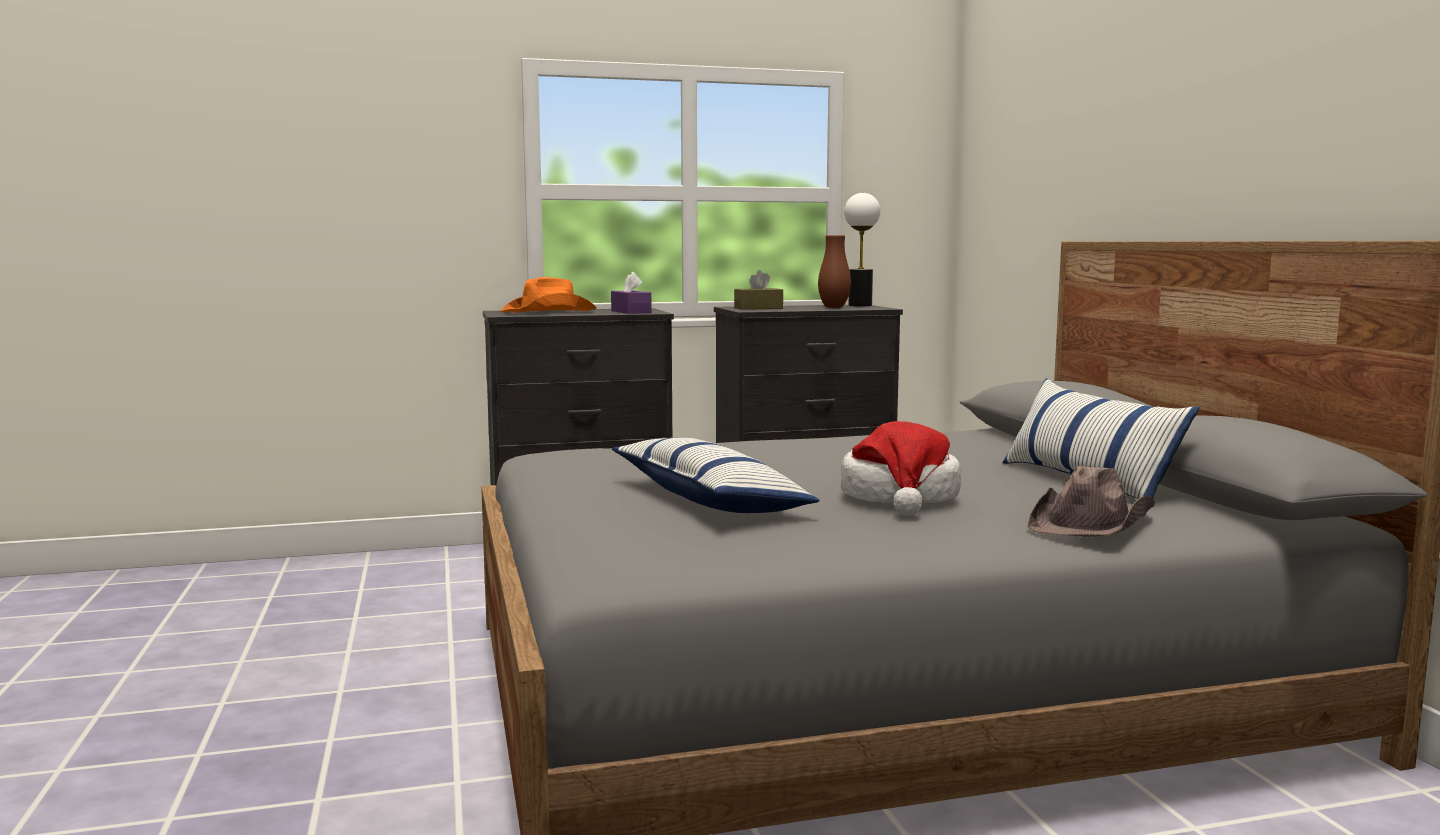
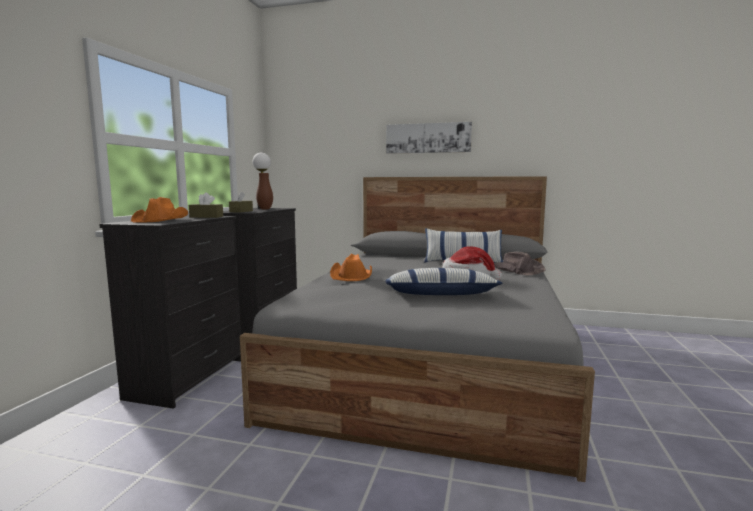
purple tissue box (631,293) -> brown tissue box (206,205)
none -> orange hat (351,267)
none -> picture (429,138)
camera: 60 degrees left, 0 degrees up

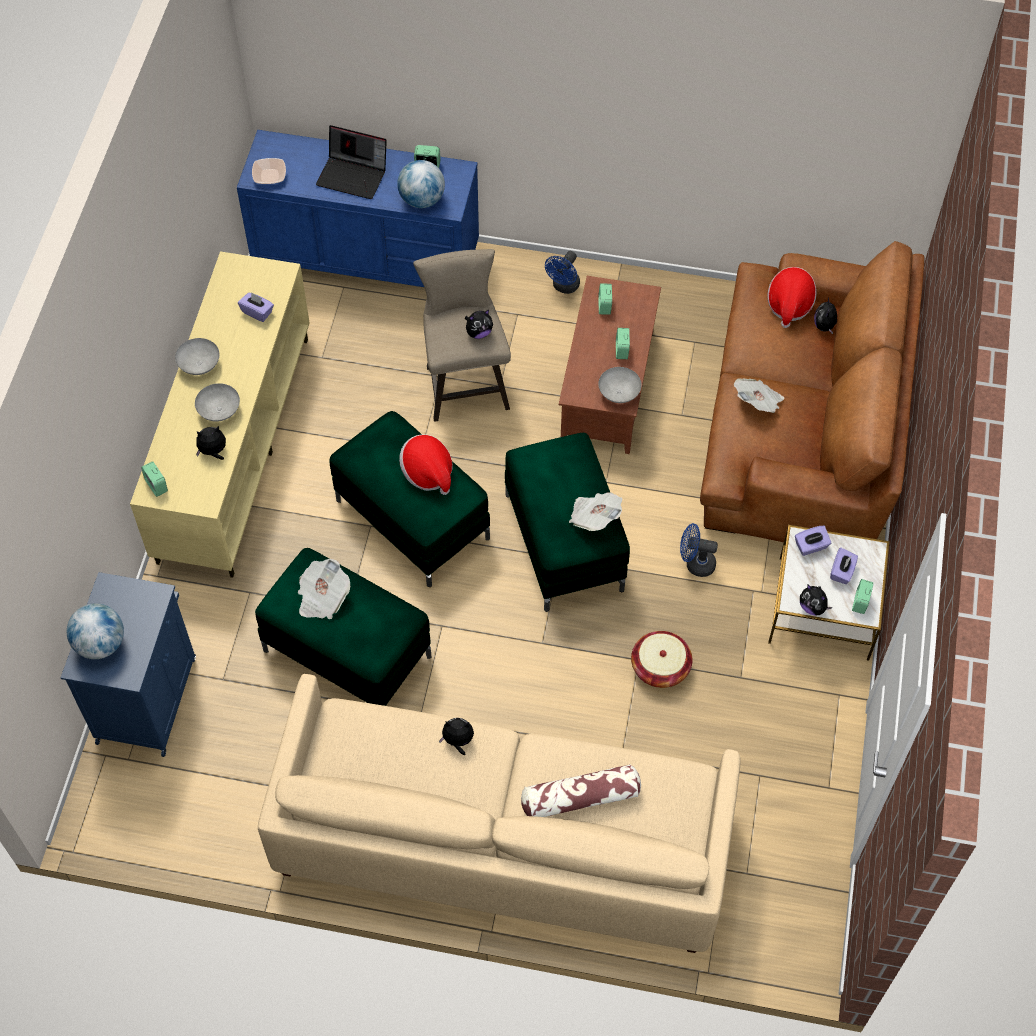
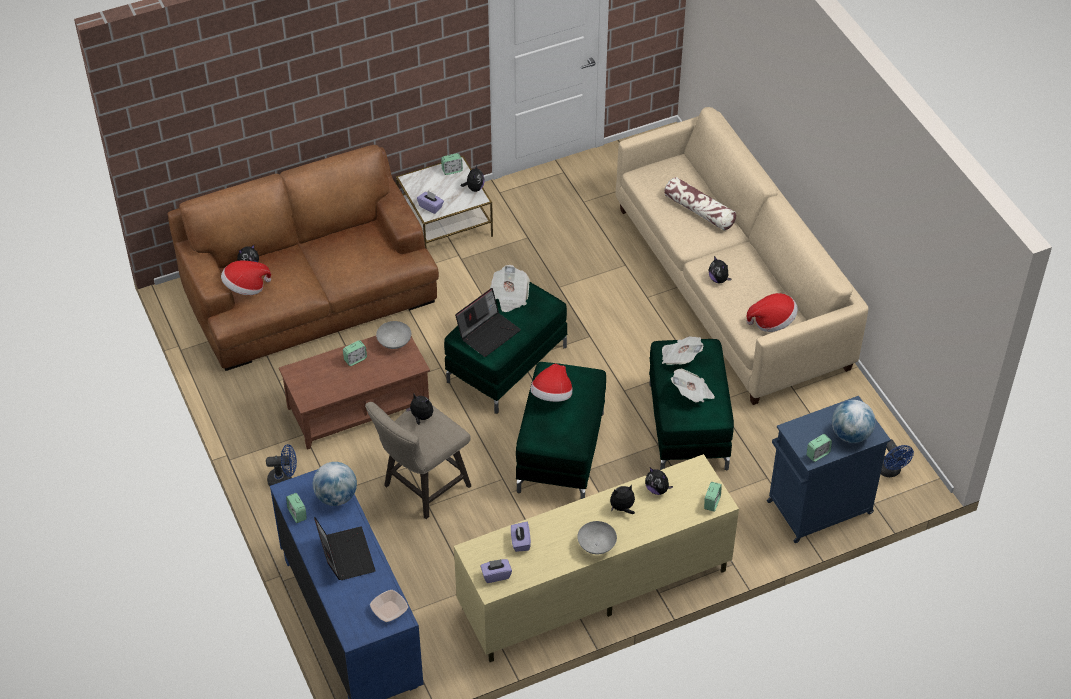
grey bowl (217,402) -> plush toy (622,499)
alarm clock (605,299) -> alarm clock (819,448), moved
basket (661,659) -> none
blue fan (699,550) -> blue fan (897,458), moved
newspaper (759,395) -> newspaper (682,350), moved
purple tissue box (844,566) -> purple tissue box (496,571), moved
none -> laptop (488,322)
none -> hat (772,312)
camera: 125 degrees left, 10 degrees down

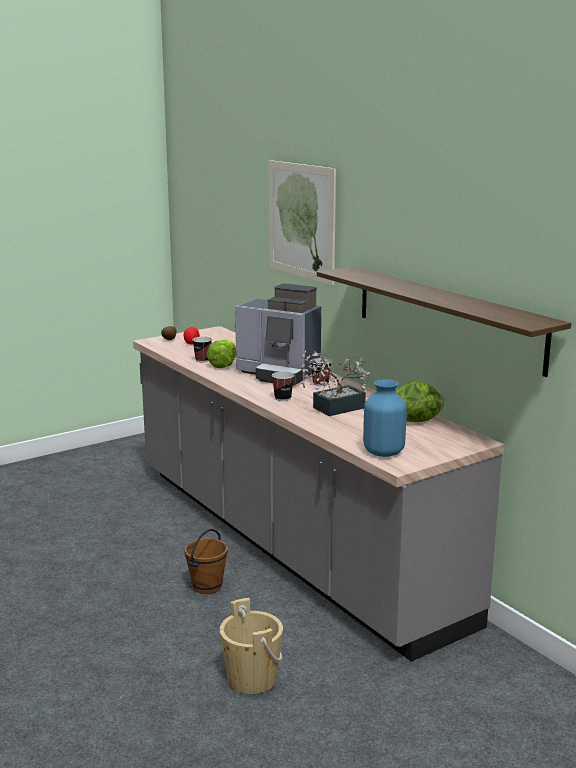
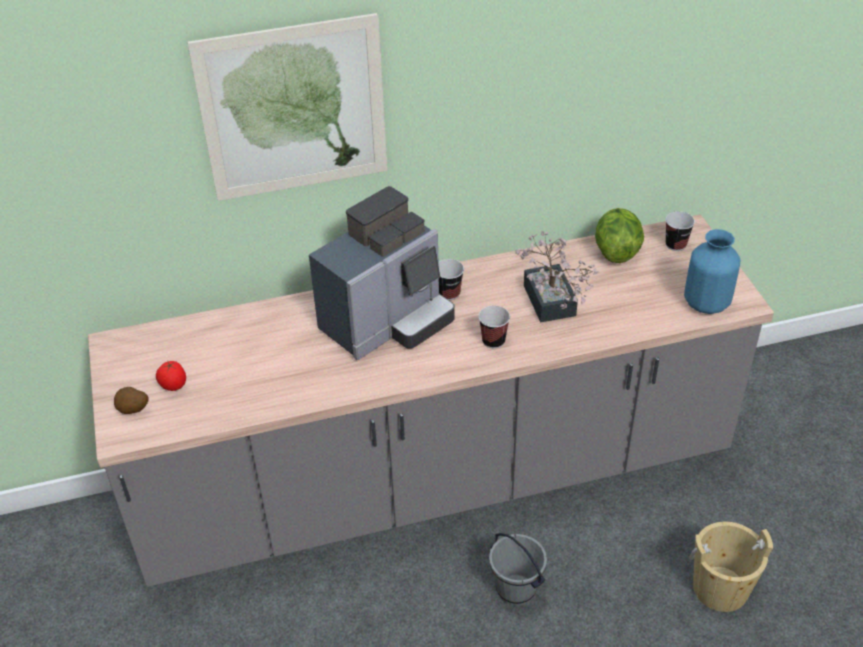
brown bucket (206,561) -> grey bucket (518,569)
cup (202,349) -> cup (680,231), moved
lettuce (221,354) -> none
shelf (444,322) -> none
camera: 70 degrees left, 25 degrees up

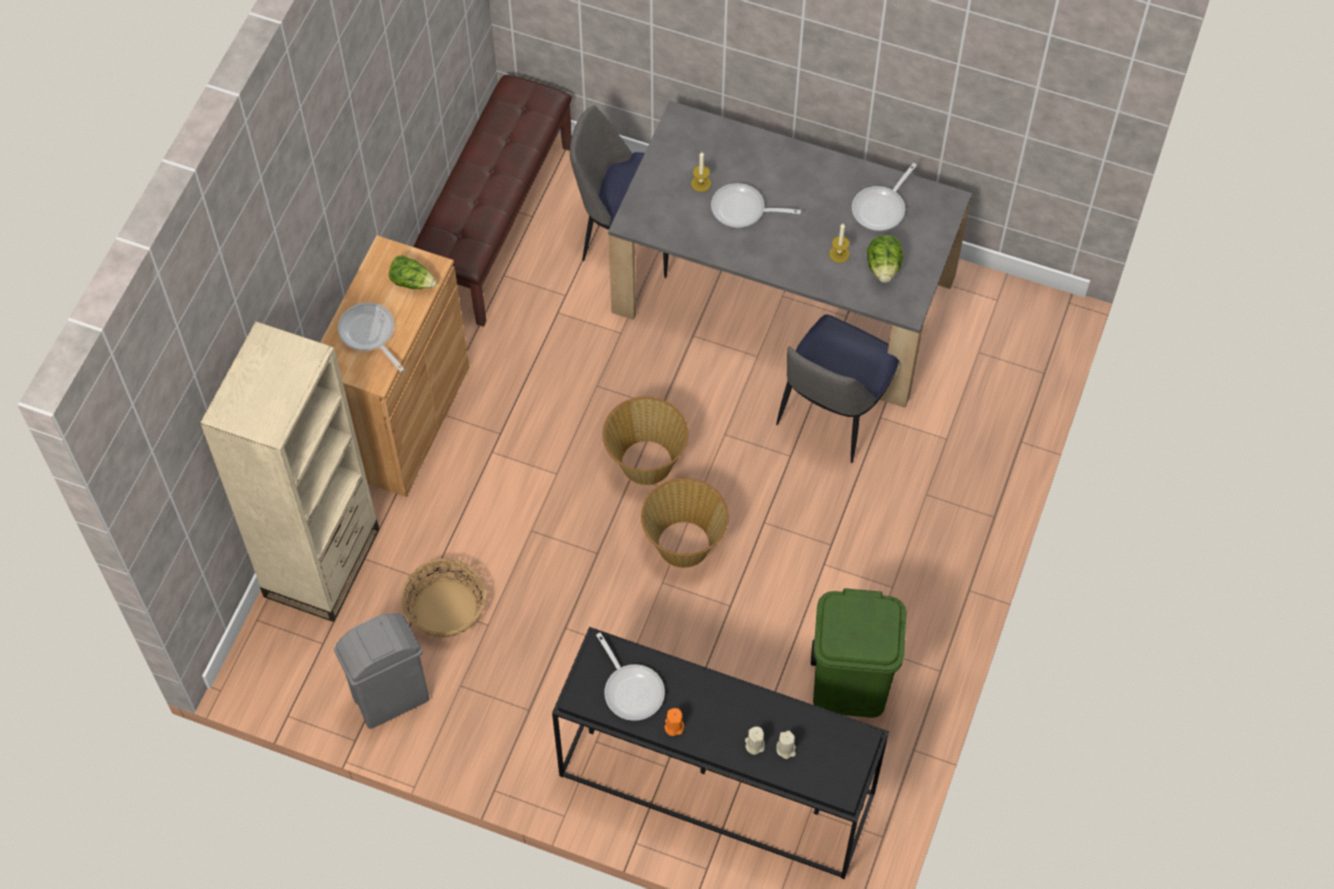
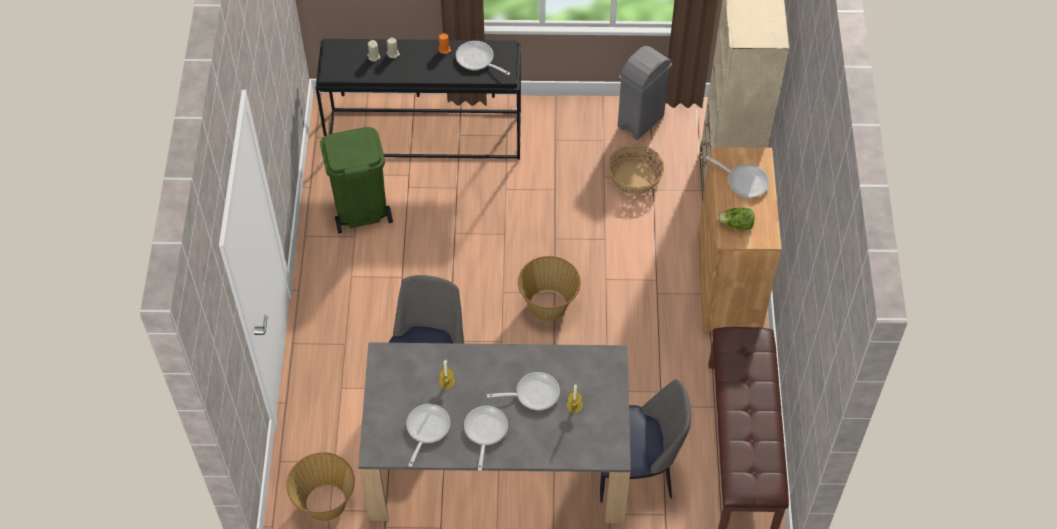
basket (685,523) -> basket (320,486), moved
lettuce (885,258) -> none
none -> frying pan (486,438)
camera: 160 degrees right, 5 degrees down

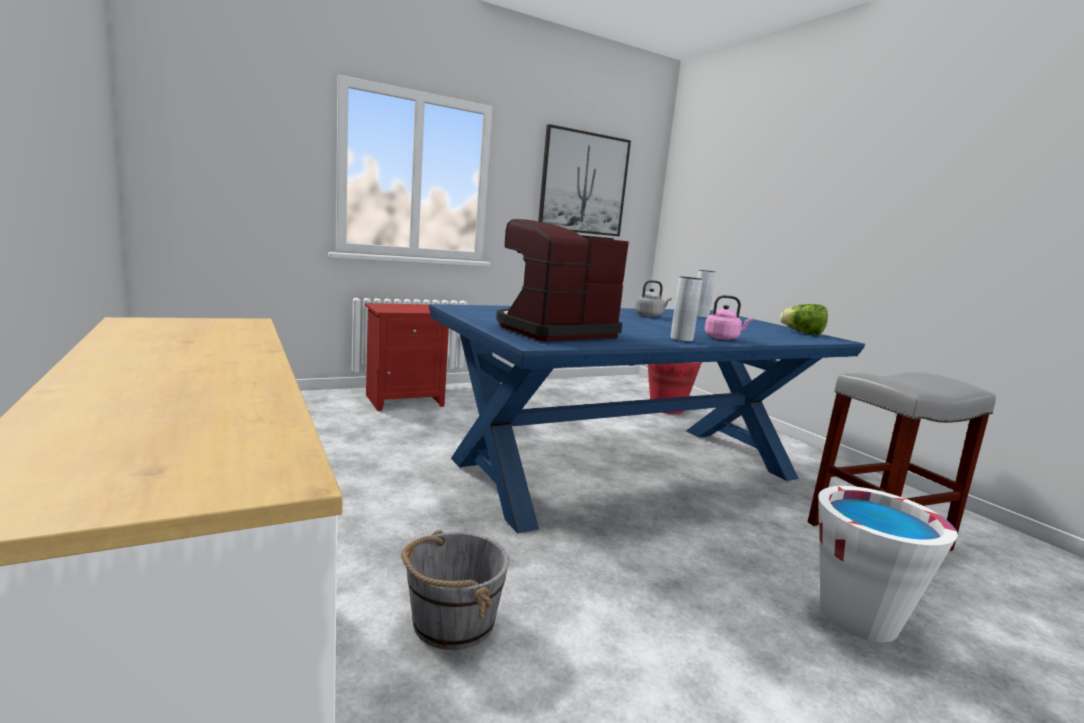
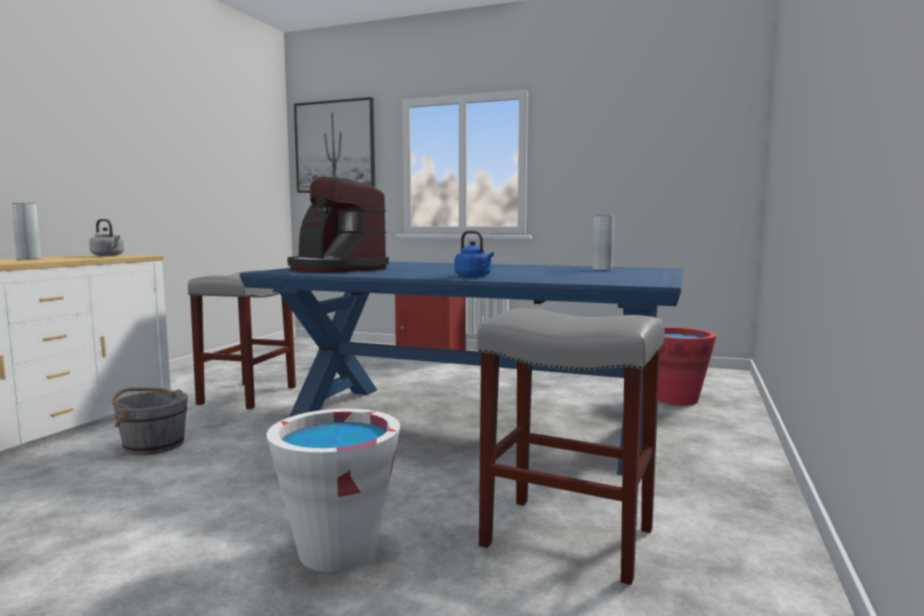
coffee machine (562,280) -> coffee machine (338,225), 150 degrees counterclockwise
picture (584,180) -> picture (334,145), moved
grey kettle (653,298) -> grey kettle (106,237), moved
grey vase (686,309) -> grey vase (26,231), moved
pink kettle (728,317) -> blue kettle (474,254)
lettuce (804,319) -> none
none -> grey stool (242,339)
camera: 50 degrees right, 5 degrees down

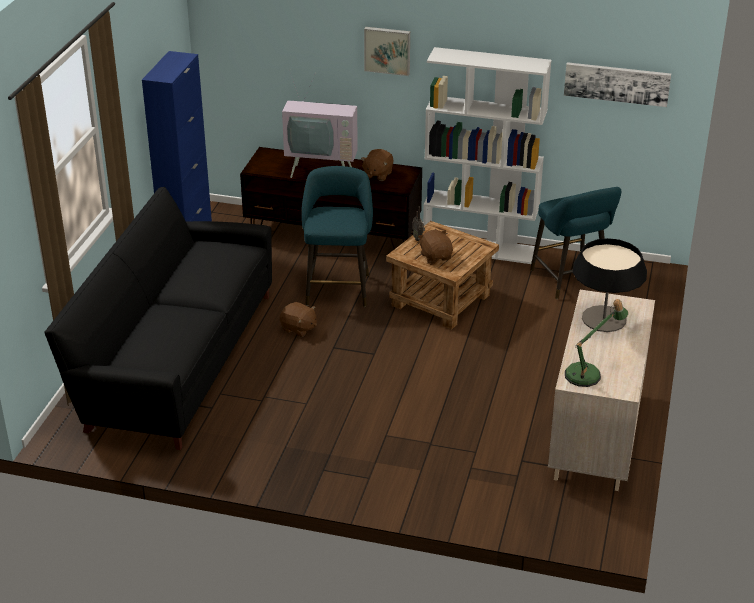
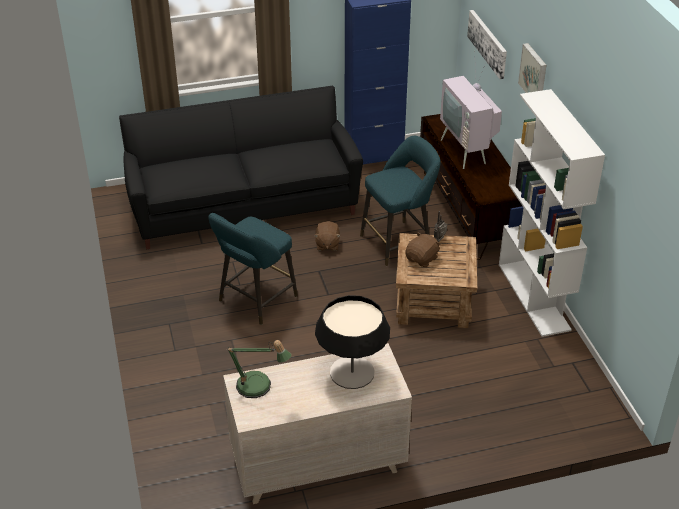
brown plush toy (377,165) -> none
turquoise stool (575,243) -> turquoise stool (253,269), moved
picture (617,84) -> picture (487,44), moved
camera: 60 degrees right, 5 degrees up

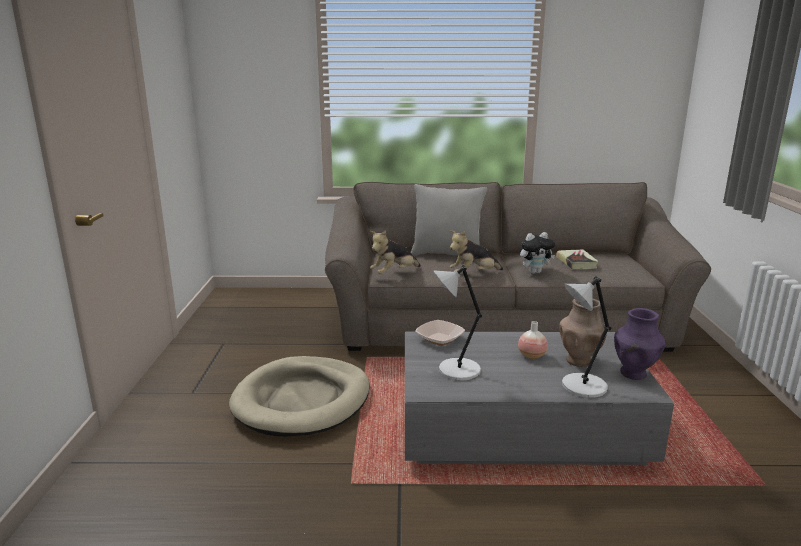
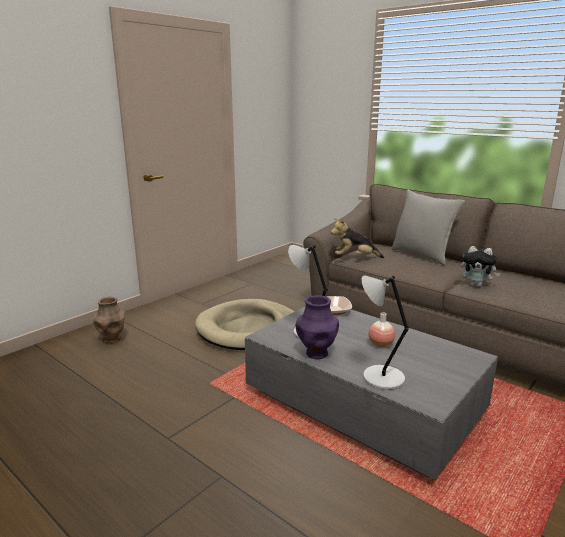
plush toy (476,251) -> none
book (577,259) -> none
brown vase (583,333) -> brown vase (109,320), moved
purple vase (640,344) -> purple vase (317,327), moved
camera: 40 degrees right, 0 degrees up

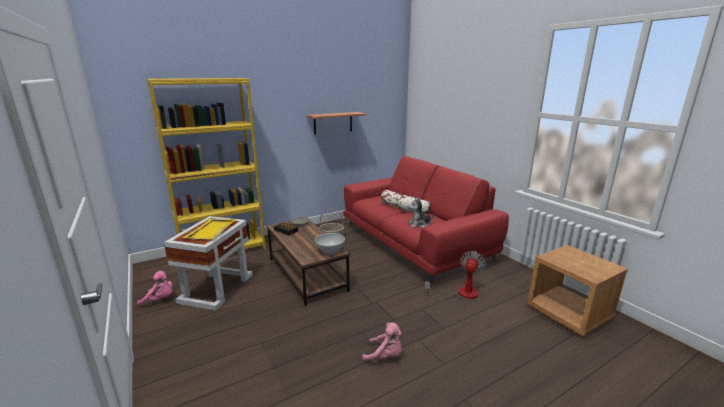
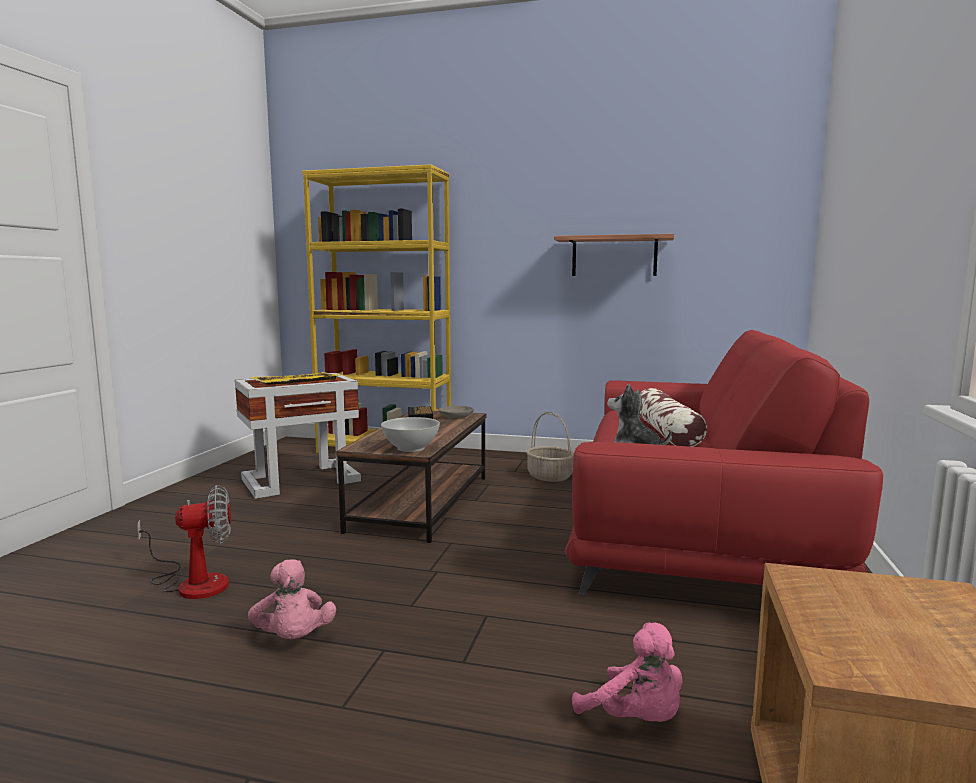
pink plush toy (155,288) -> pink plush toy (627,672), moved
fan (455,276) -> fan (184,542), moved
camera: 45 degrees right, 10 degrees down

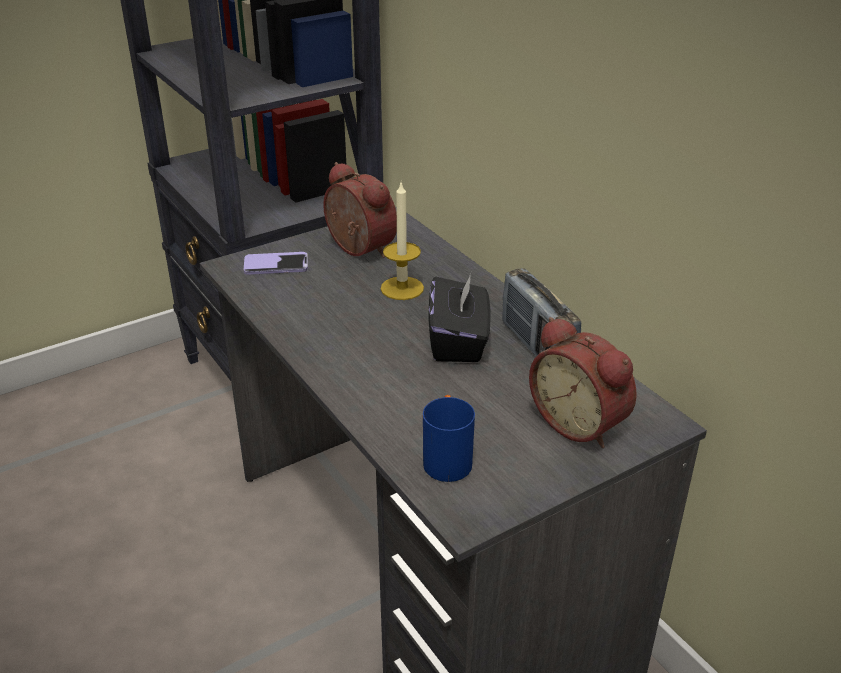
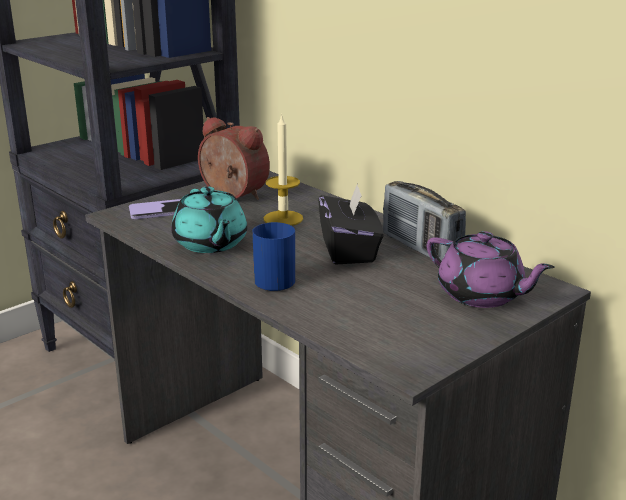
blue mug (449,438) -> blue mug (273,256), moved
alarm clock (583,382) -> purple teapot (490,269)
none -> turquoise teapot (209,220)
camera: 10 degrees left, 10 degrees down

